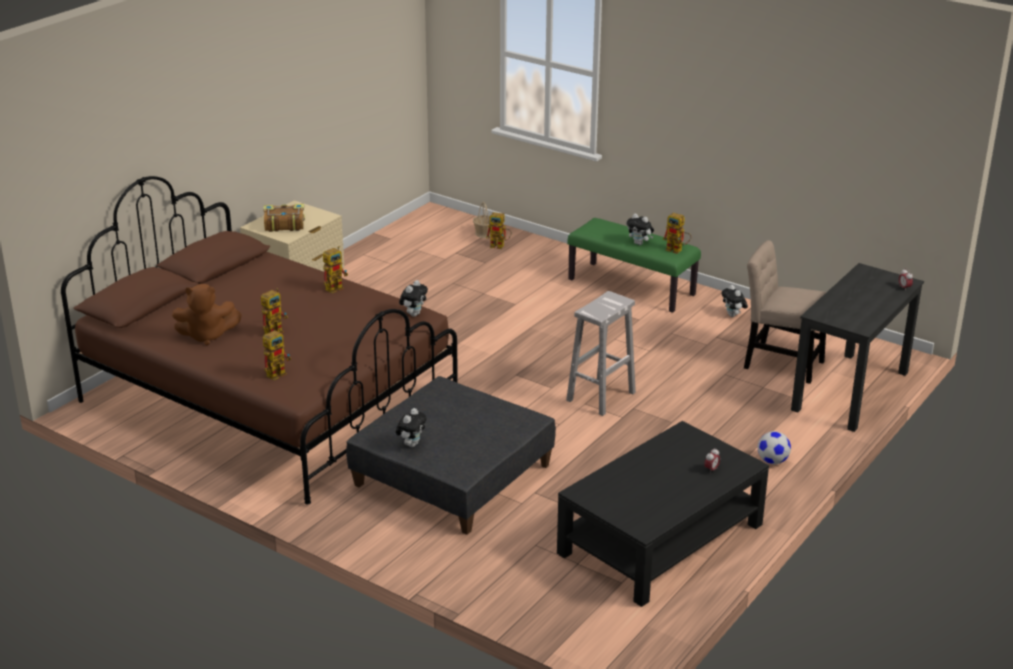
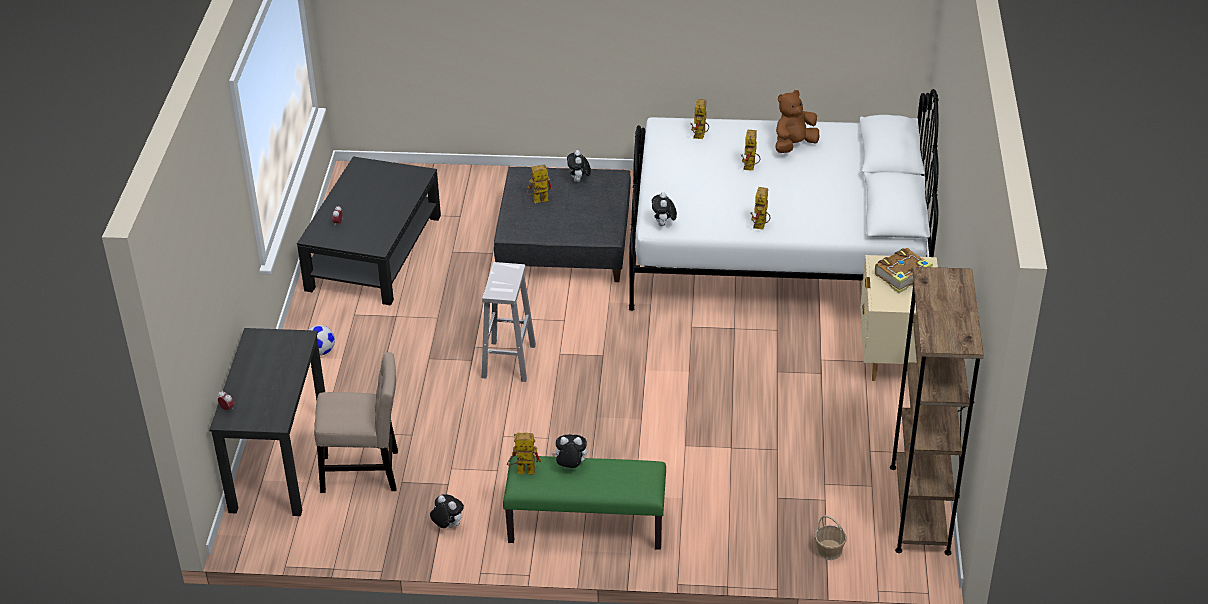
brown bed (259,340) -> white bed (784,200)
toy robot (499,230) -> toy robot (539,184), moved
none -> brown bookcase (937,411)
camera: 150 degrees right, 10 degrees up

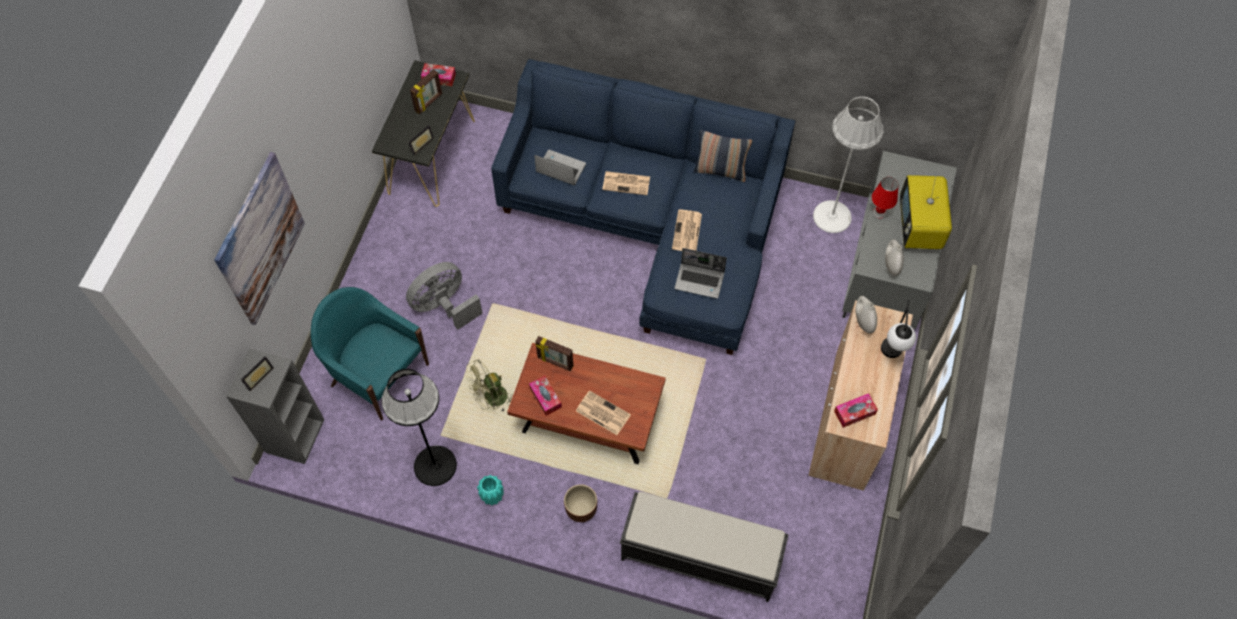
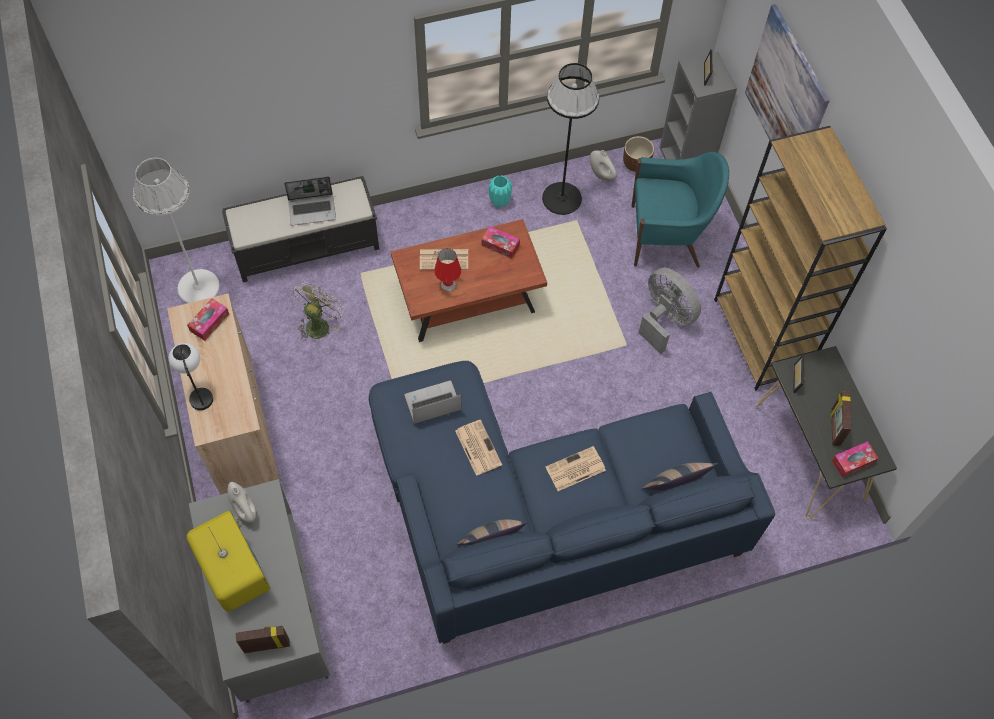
grey fan (444,296) -> grey fan (670,311), 60 degrees counterclockwise
green fan (489,386) -> green fan (318,311), moved
laptop (560,167) -> laptop (310,200), moved
picture frame (554,353) -> picture frame (263,639), moved
brown planter (580,503) -> brown planter (638,154), moved
white floor lamp (848,165) -> white floor lamp (176,230), moved
white vase (866,315) -> white vase (603,165), moved
red table lamp (885,198) -> red table lamp (447,270), moved
none -> pillow (680,477)
none -> brown bookcase (800,258)
camera: 145 degrees right, 0 degrees up

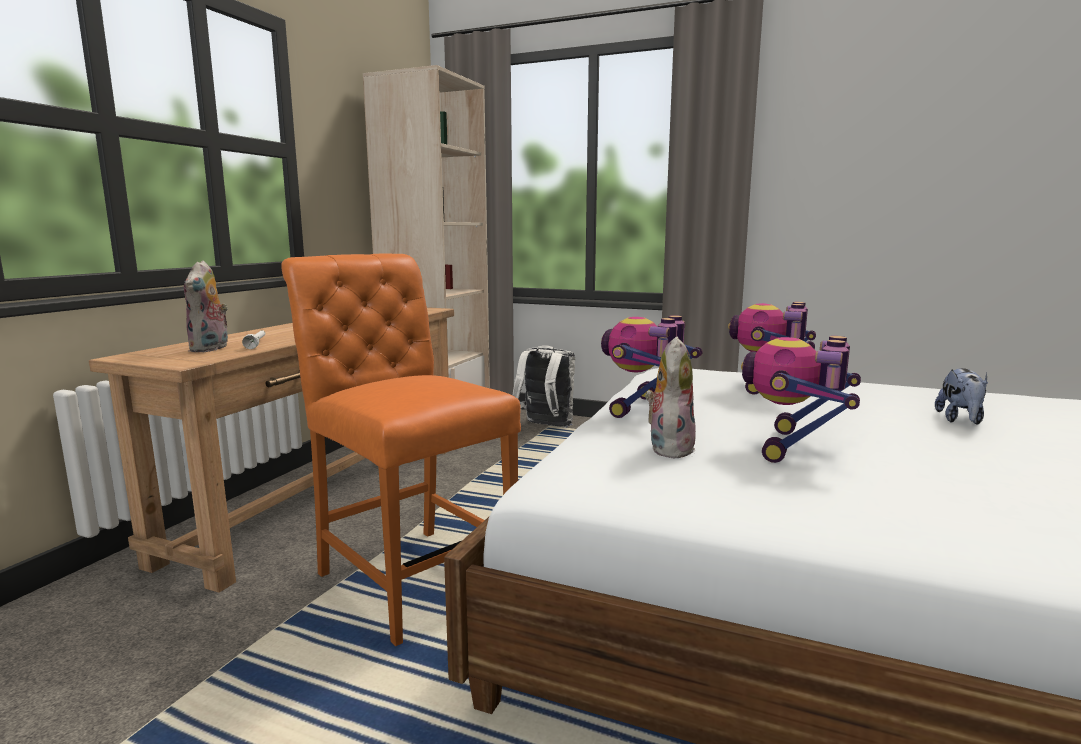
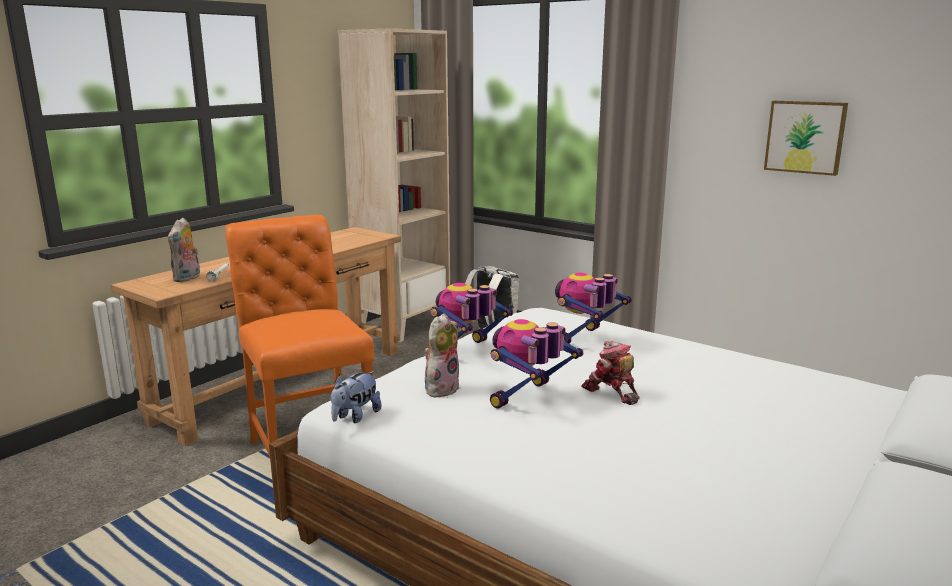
plush toy (961,396) -> plush toy (356,397), moved
none -> toy robot (610,373)
none -> picture (806,138)
camera: 15 degrees right, 5 degrees up

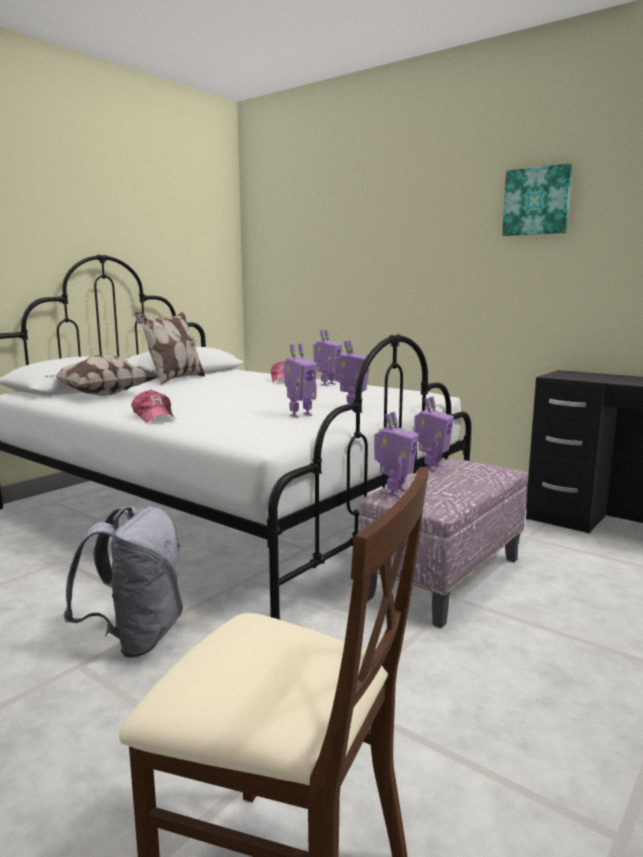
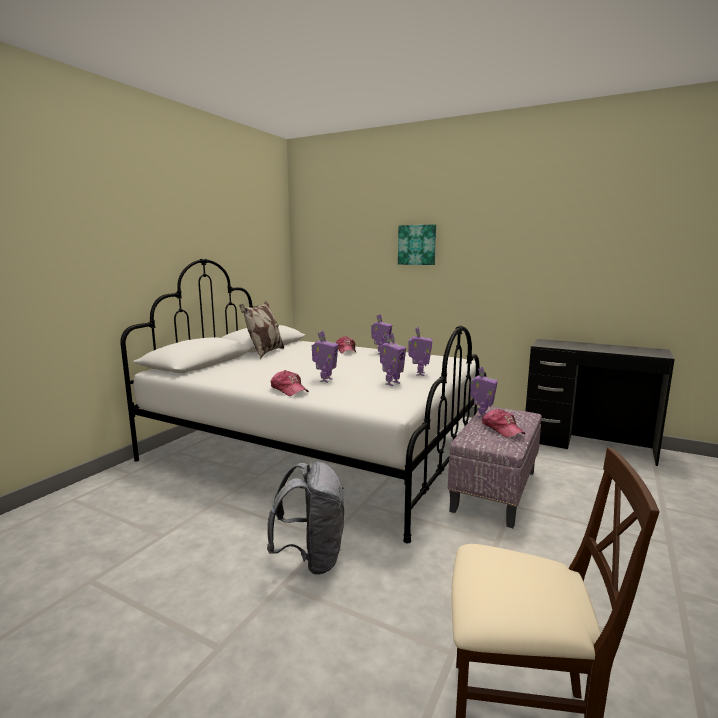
pillow (102,375) -> none
toy robot (396,454) -> toy robot (325,357), moved
picture (537,199) -> picture (417,244), moved
none -> cap (503,423)
camera: 10 degrees left, 0 degrees up

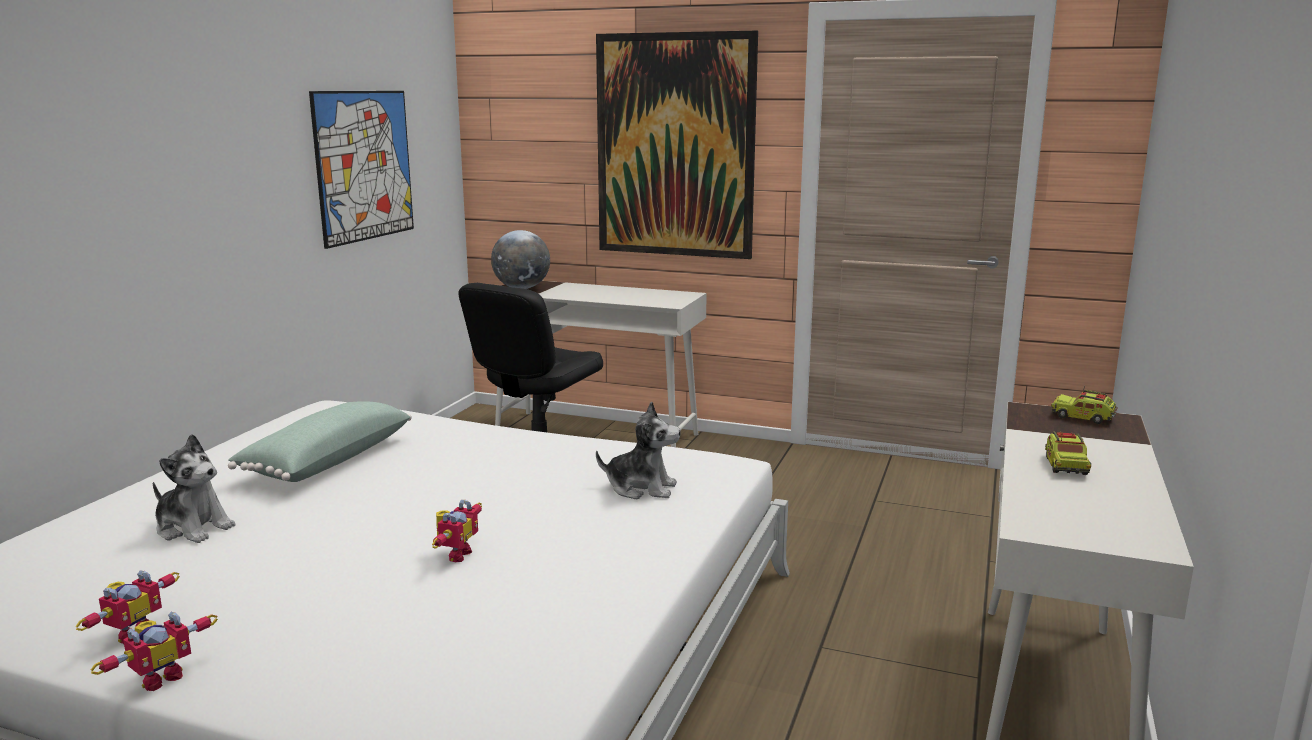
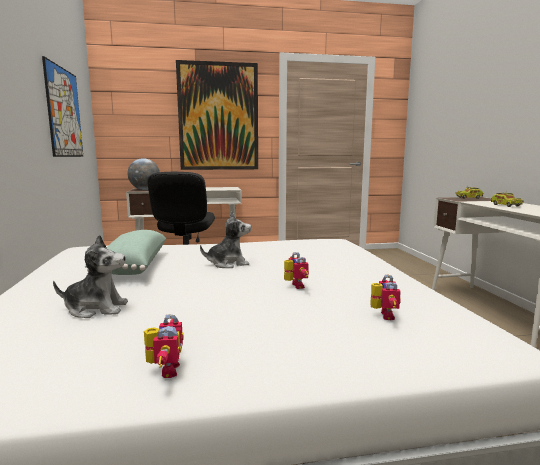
toy robot (154,651) -> toy robot (385,297), moved
plush toy (638,450) -> plush toy (225,239), moved
camera: 30 degrees left, 5 degrees down

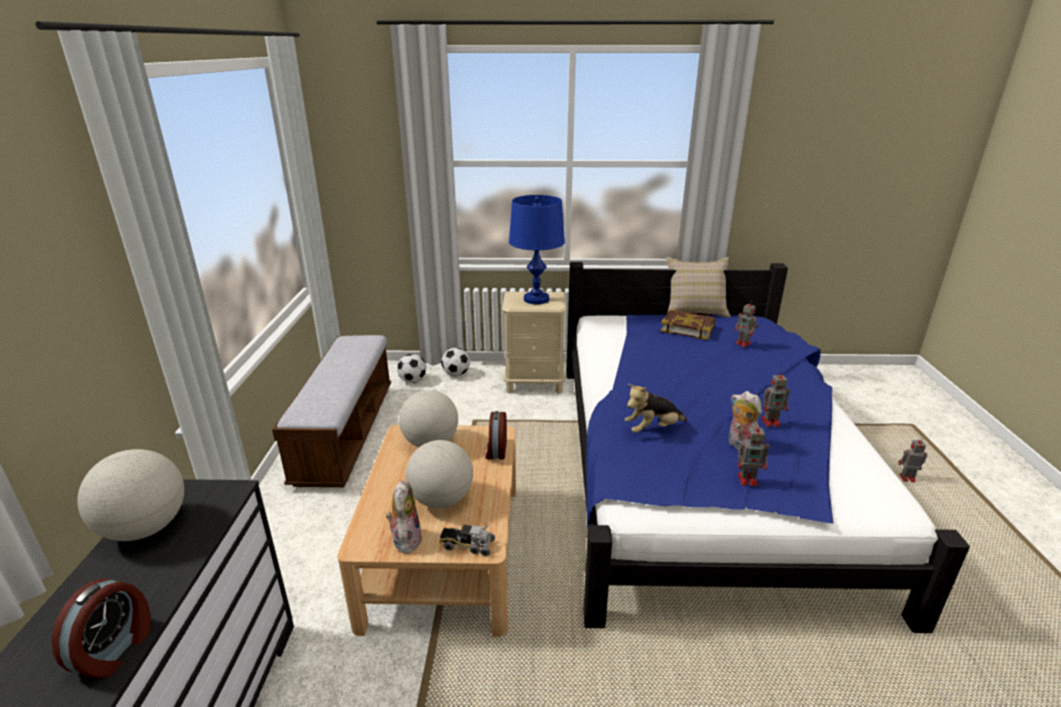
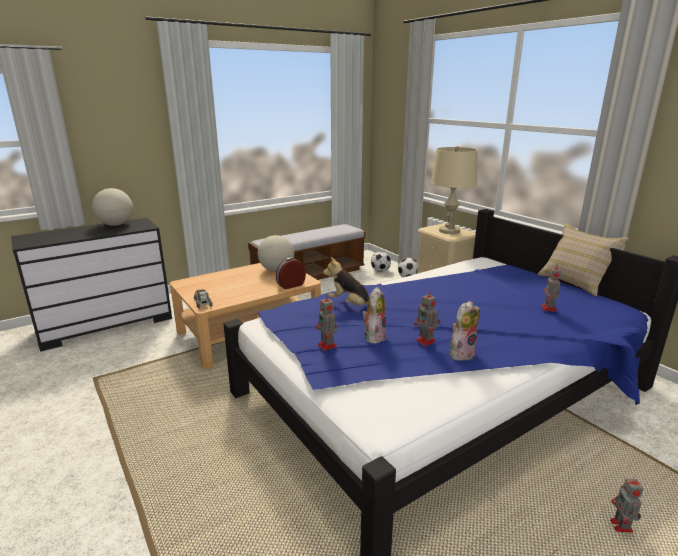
alarm clock (101,628) -> none
plush toy (404,517) -> plush toy (464,331), moved
globe (439,474) -> none
blue table lamp (537,249) -> beige table lamp (454,190)
book (688,325) -> none
toy robot (913,459) -> toy robot (626,504), 150 degrees counterclockwise
camera: 55 degrees right, 5 degrees down

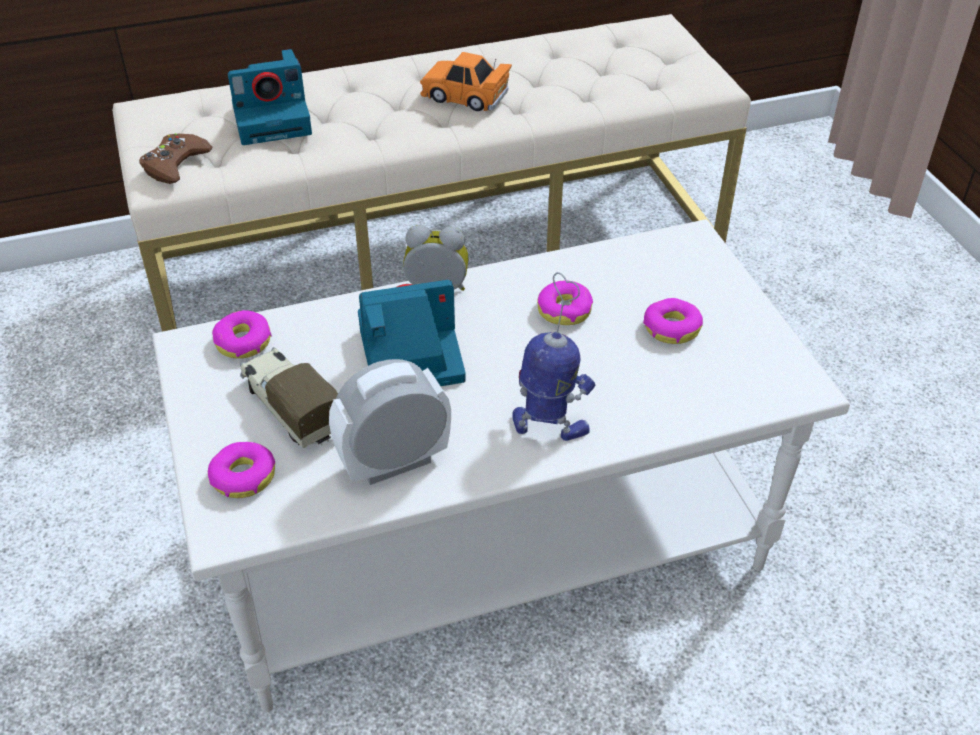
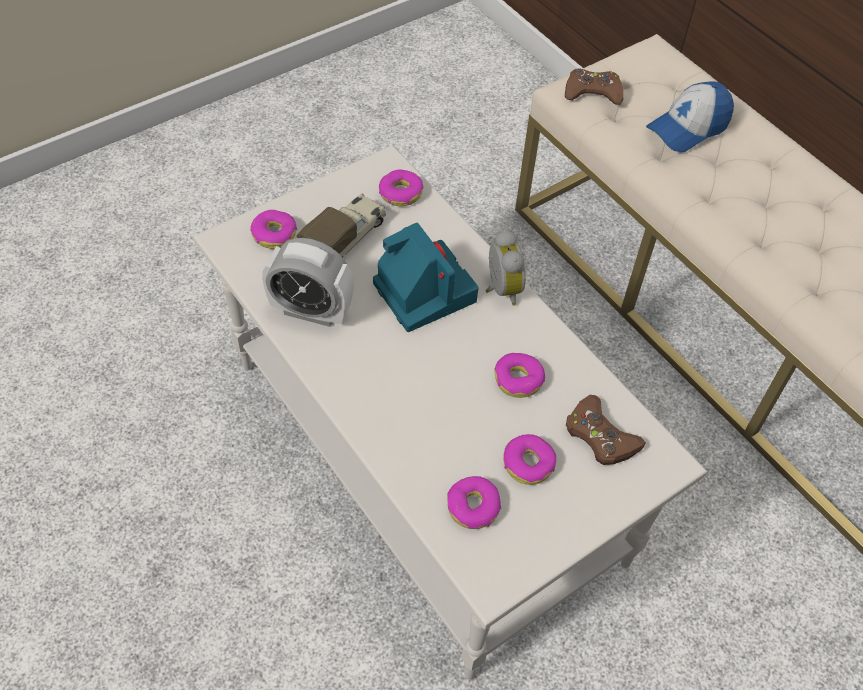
photo camera (270,97) -> cap (690,116)
alarm clock (390,422) -> alarm clock (308,282), 150 degrees clockwise
orange toy car (466,81) -> none
toy robot (553,356) -> none
none -> donut (474,502)
none -> brown game controller (606,430)
camera: 70 degrees right, 10 degrees up

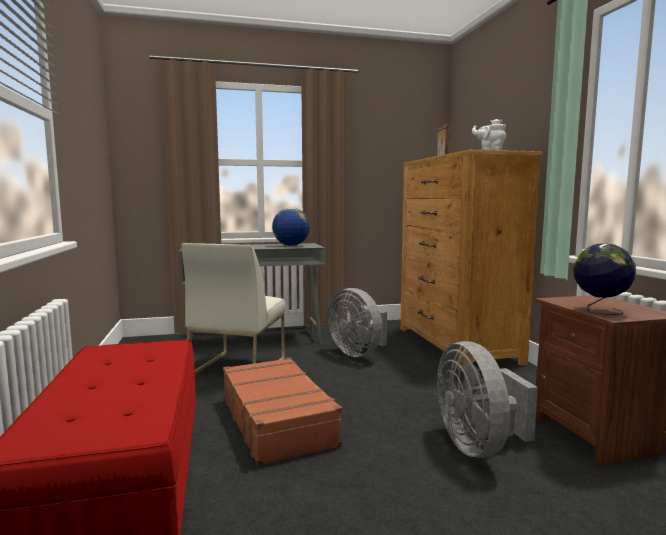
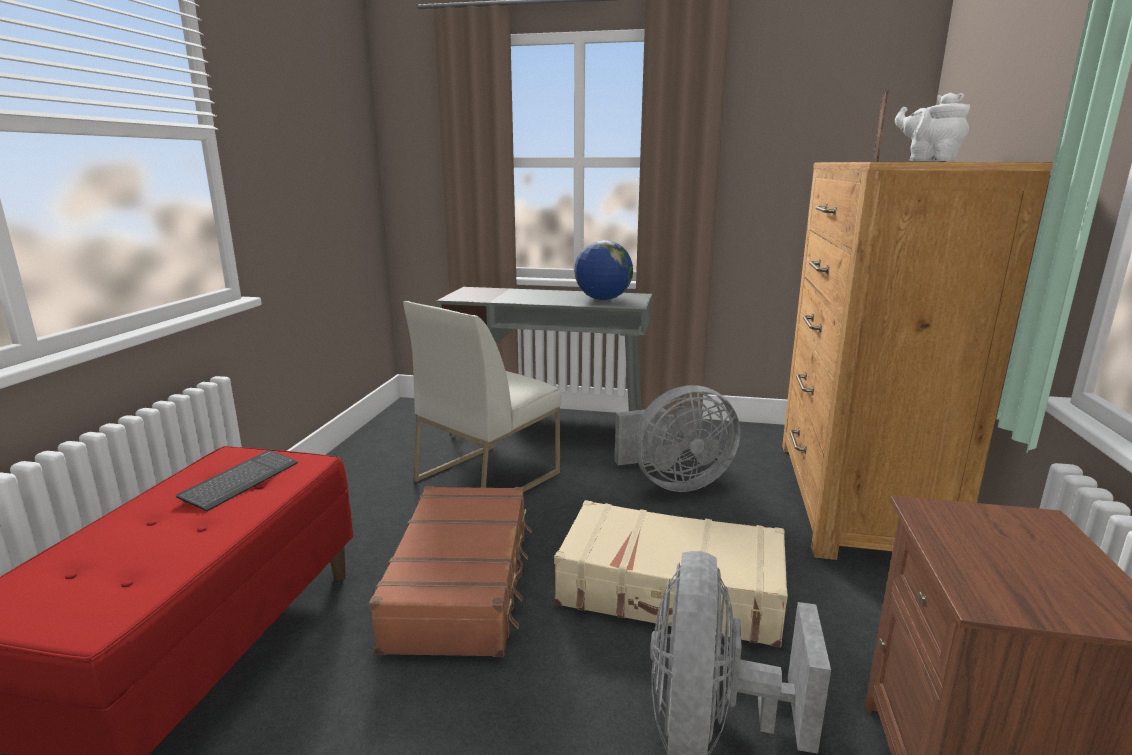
grey fan (357,322) -> grey fan (677,438), 90 degrees counterclockwise
globe (604,279) -> none
none -> keyboard (237,480)
none -> beige suitcase (671,574)
camera: 25 degrees right, 10 degrees up

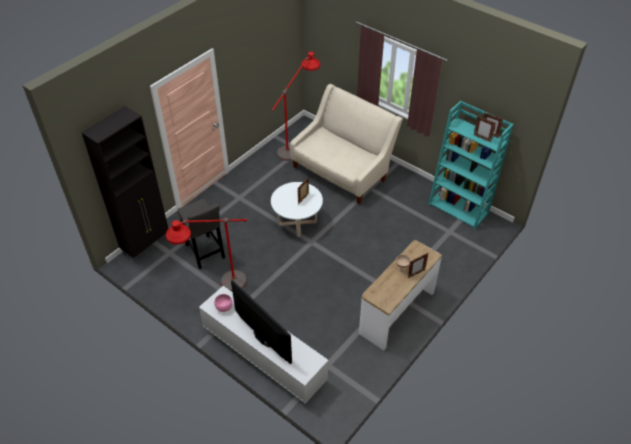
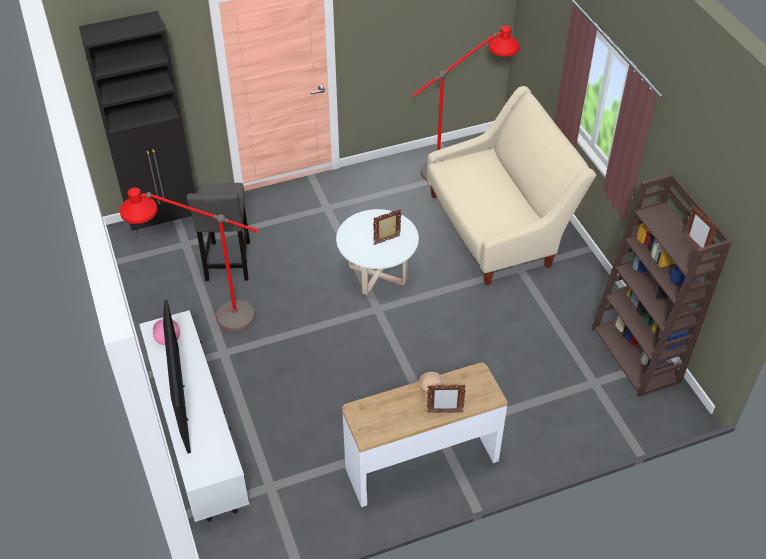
turquoise bookcase (471,165) -> brown bookcase (662,285)
picture frame (484,129) -> none
camera: 30 degrees right, 0 degrees up

